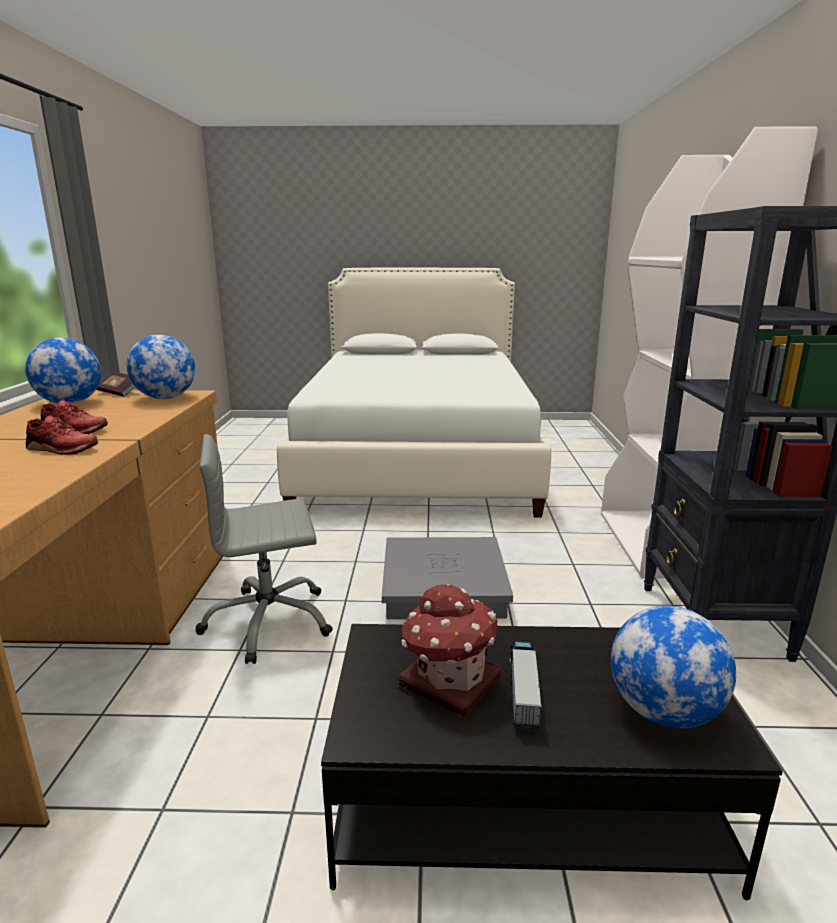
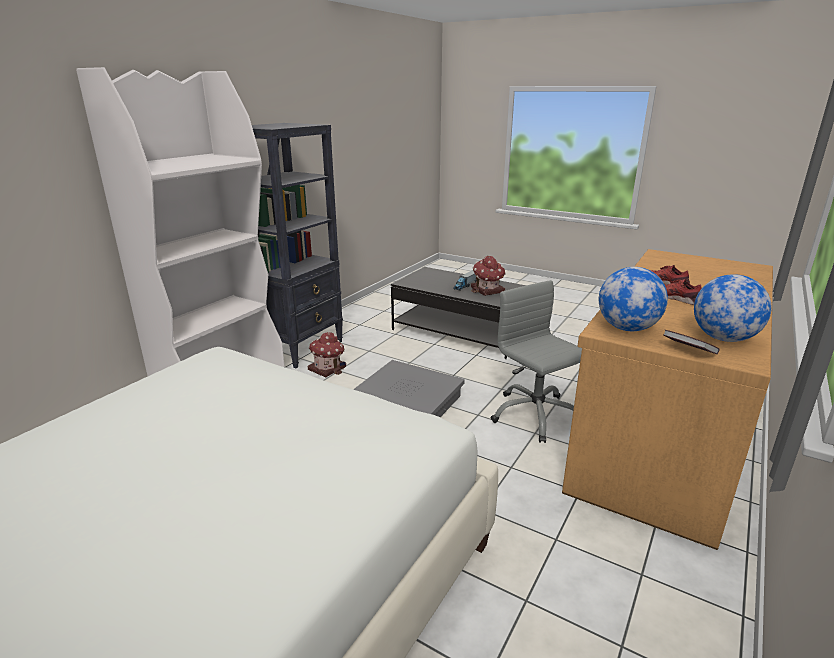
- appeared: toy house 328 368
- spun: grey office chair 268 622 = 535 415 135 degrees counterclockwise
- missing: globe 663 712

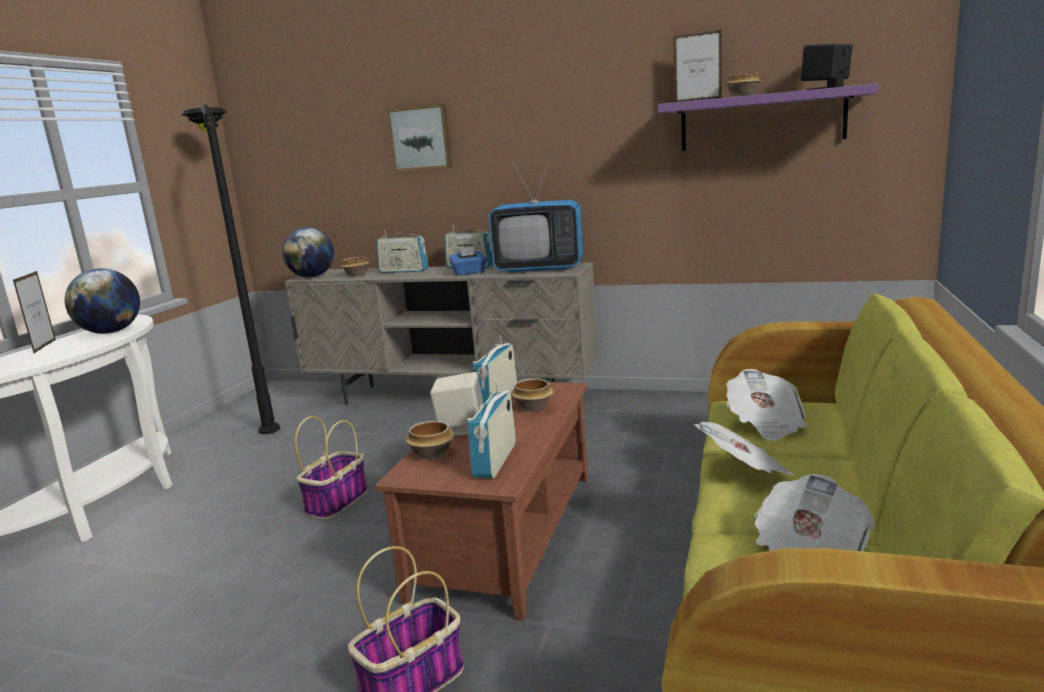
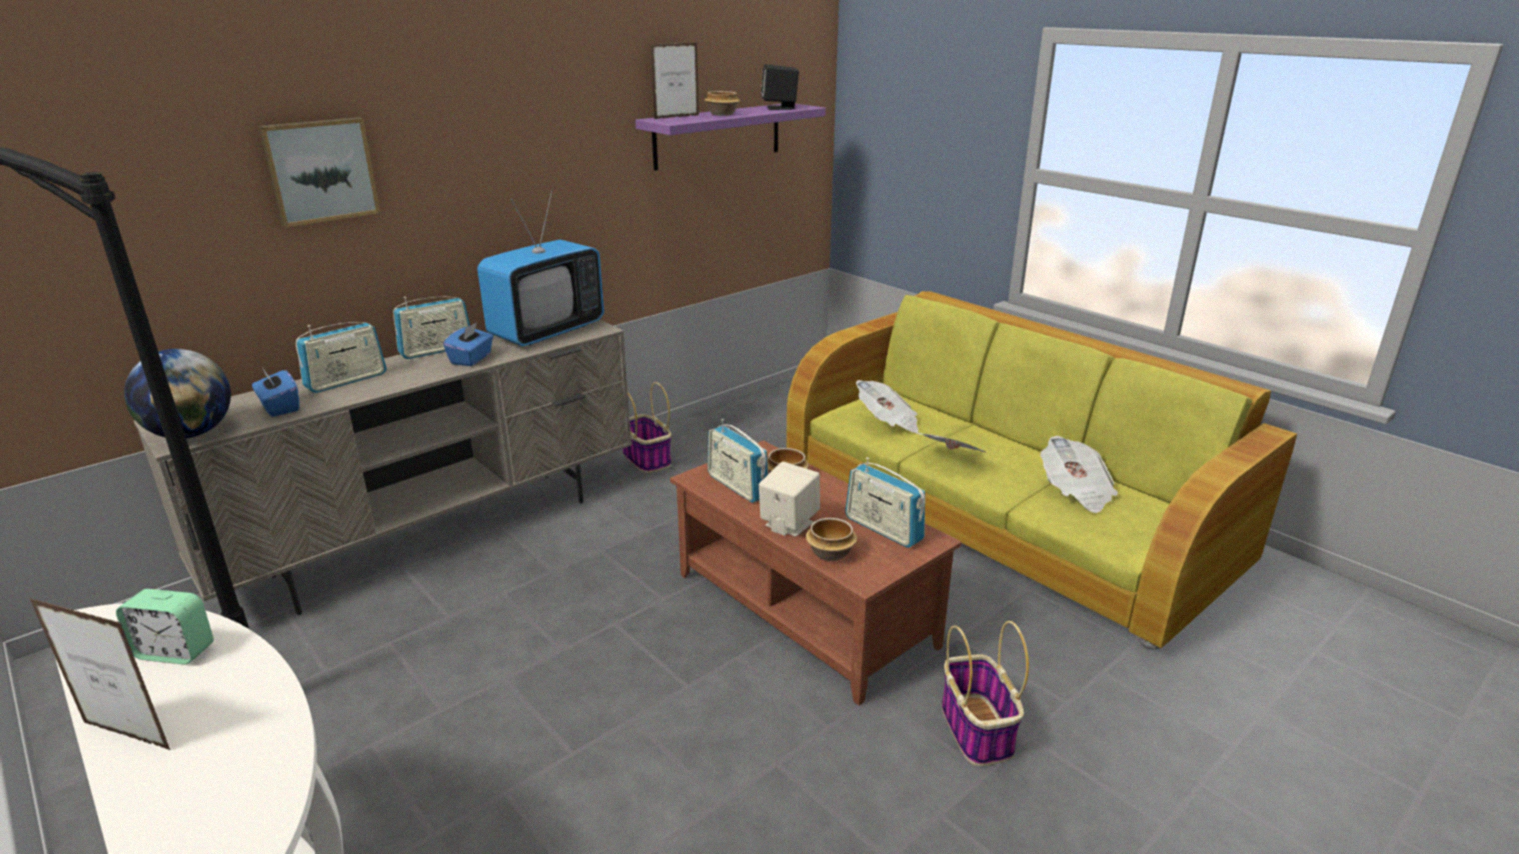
- exchanged: globe 111 332 to alarm clock 175 651
- exchanged: bowl 357 275 to blue tissue box 279 407
- relocated: basket 337 501 to 646 458

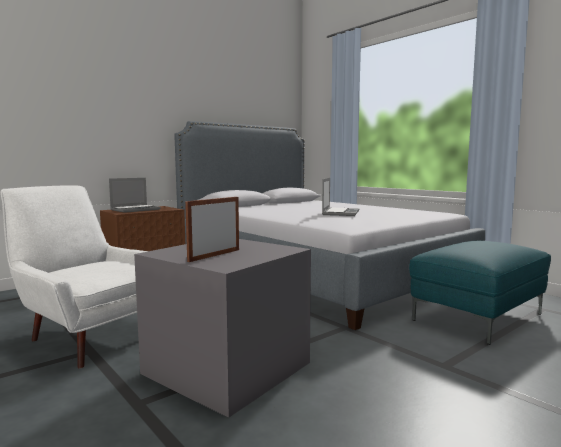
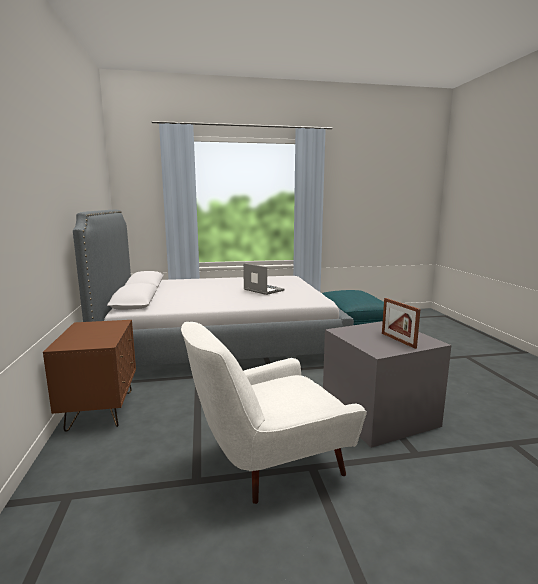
- missing: laptop 135 209

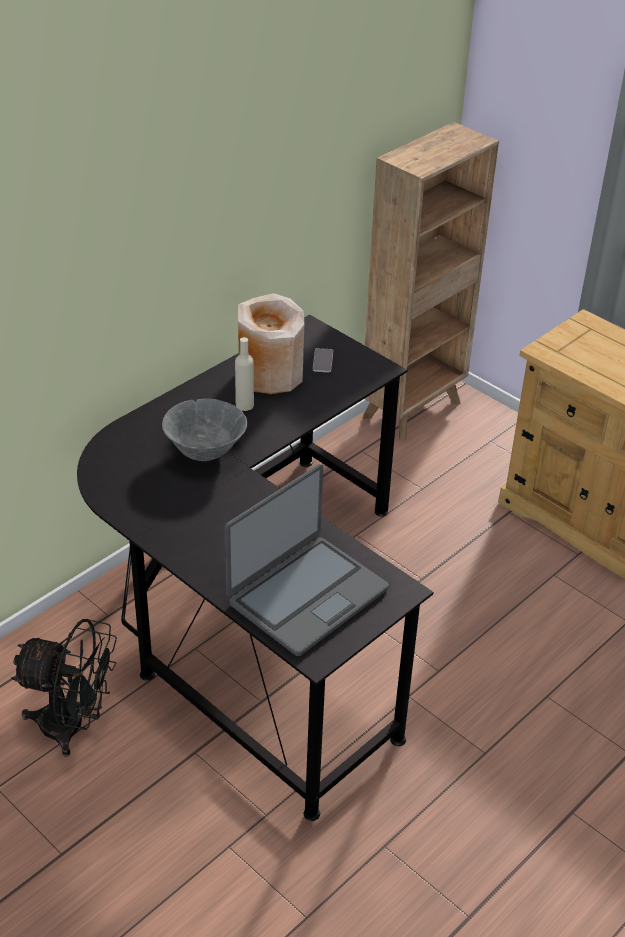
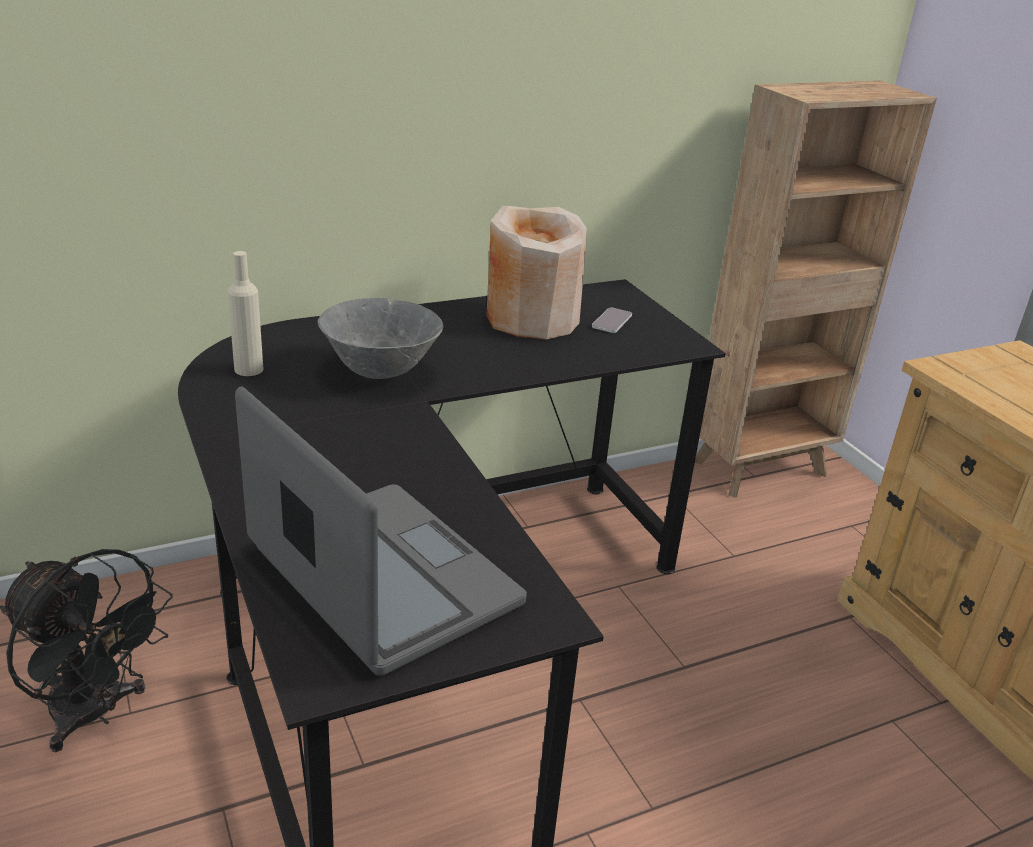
- relocated: beige bottle 244 405 to 249 369
- spun: laptop 306 595 = 381 578 105 degrees counterclockwise

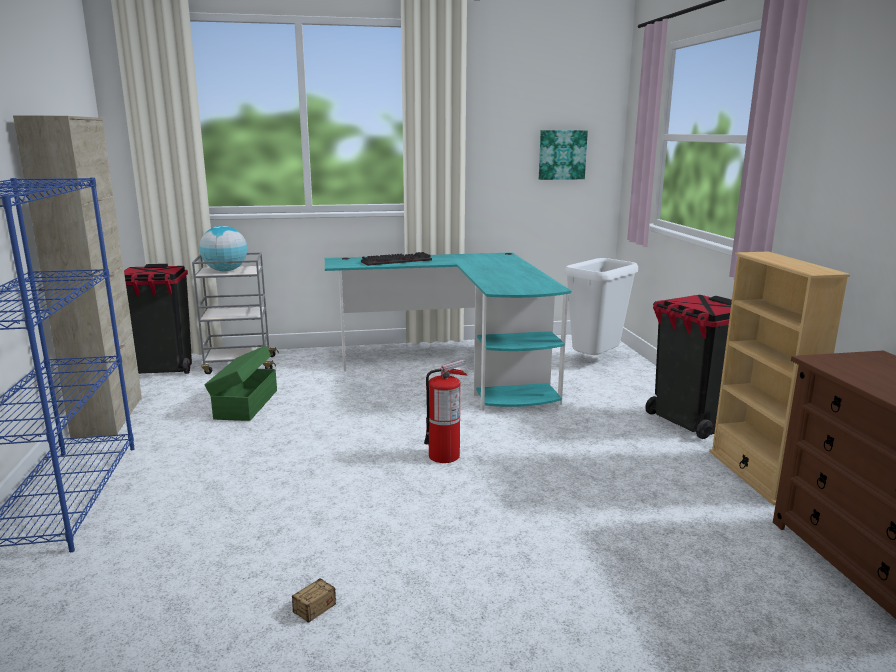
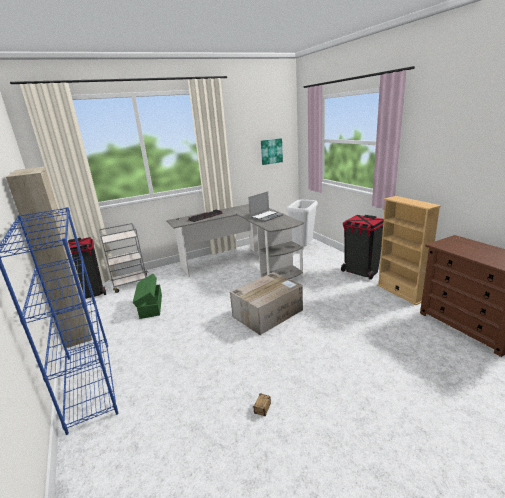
- colour: turquoise desk 460 369 to grey desk 245 264
- exchanged: fire extinguisher 444 456 to cardboard box 268 313
- appeared: laptop 266 216
- missing: globe 225 271

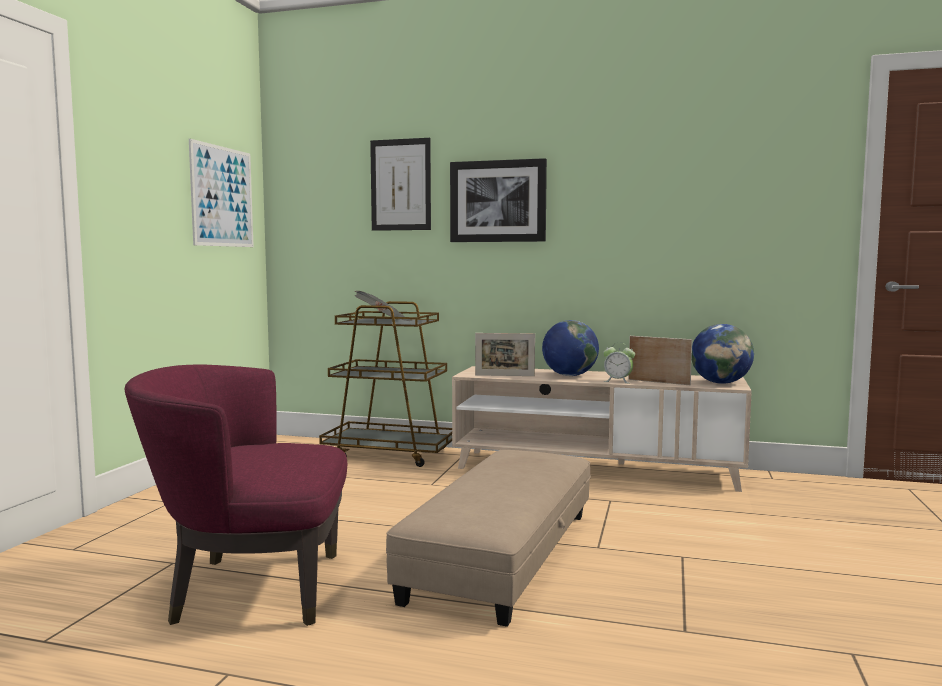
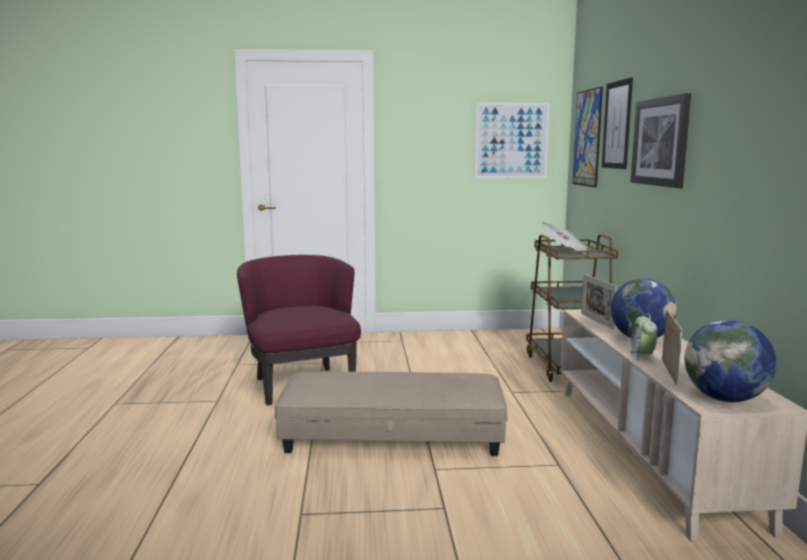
- appeared: picture 587 138

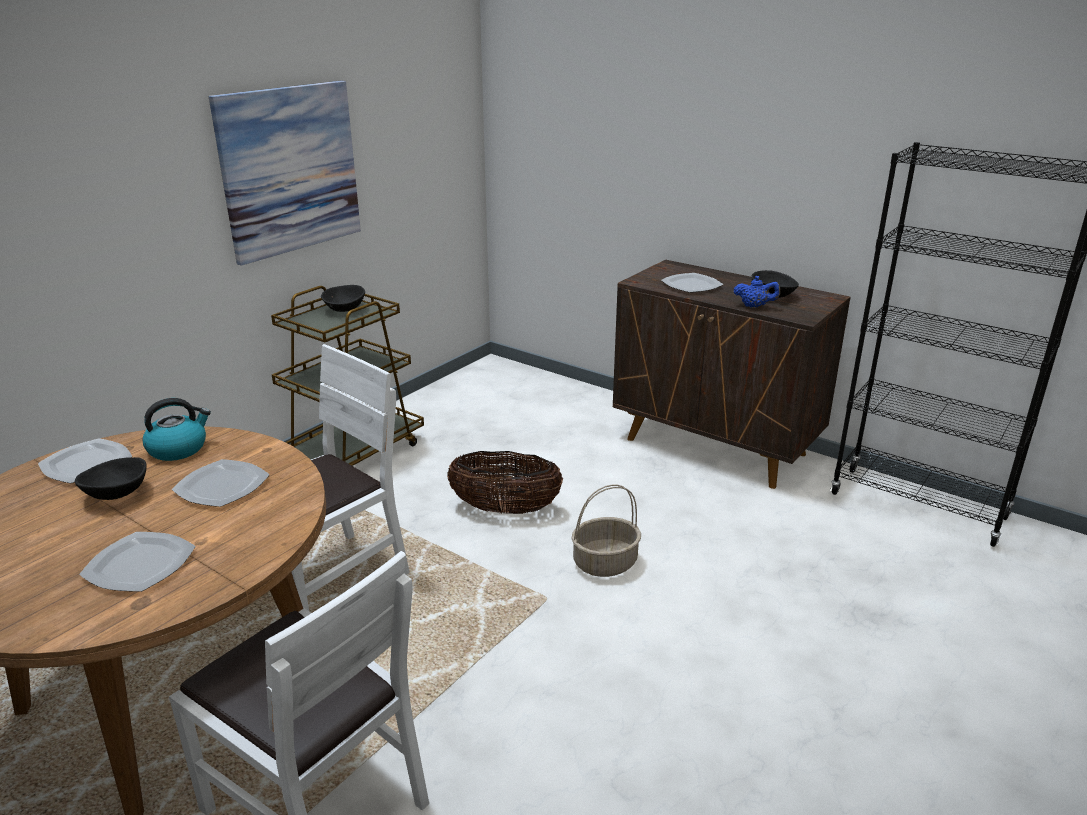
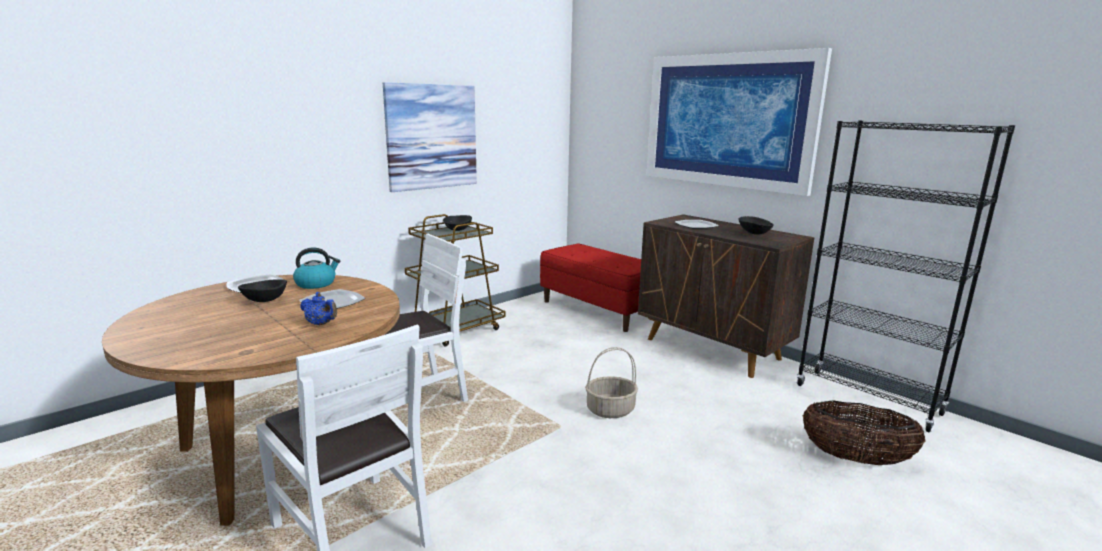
- relocated: blue teapot 754 306 to 321 324
- appeared: red bench 599 310
- appeared: picture 728 120
- relocated: basket 505 509 to 855 459
- missing: plate 139 564

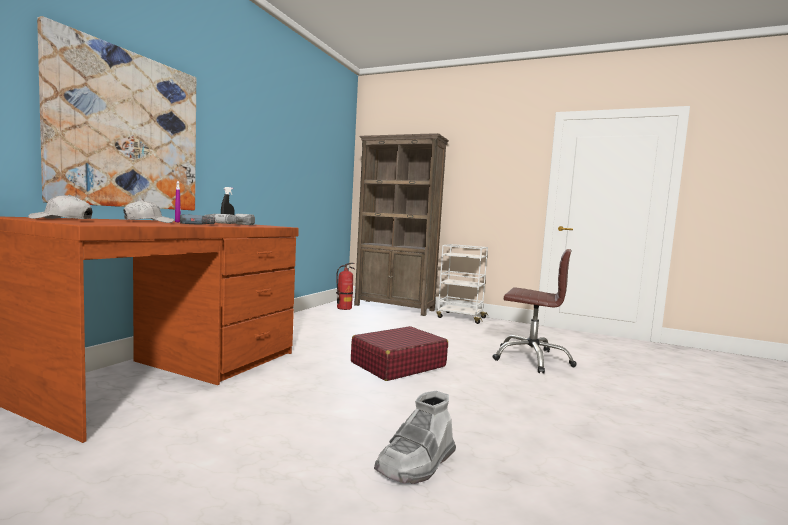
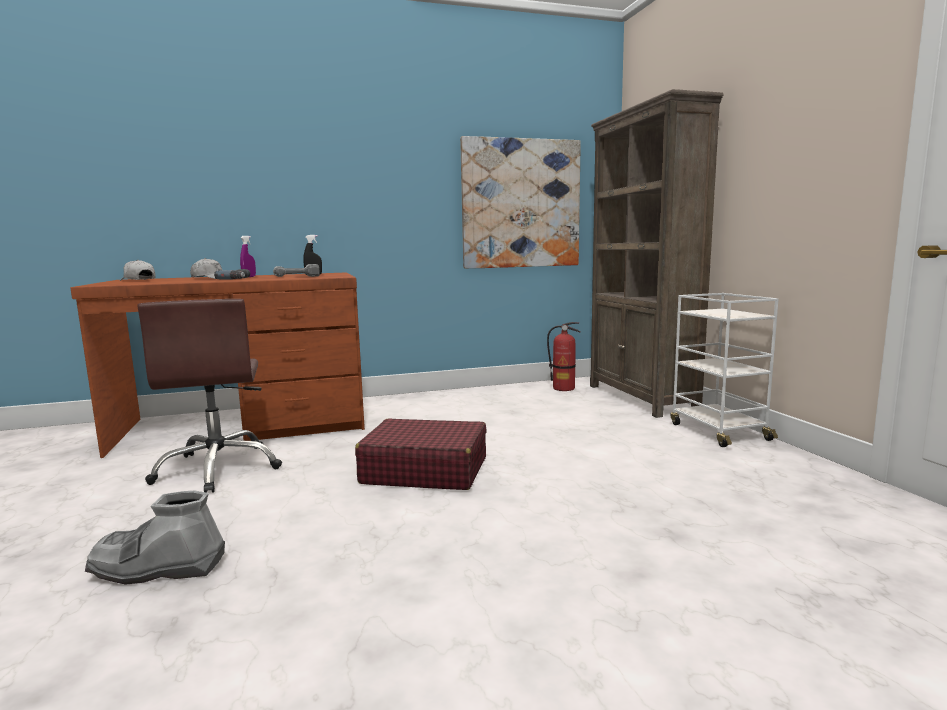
- relocated: brown office chair 531 359 to 219 468
- relocated: picture 128 131 to 521 204

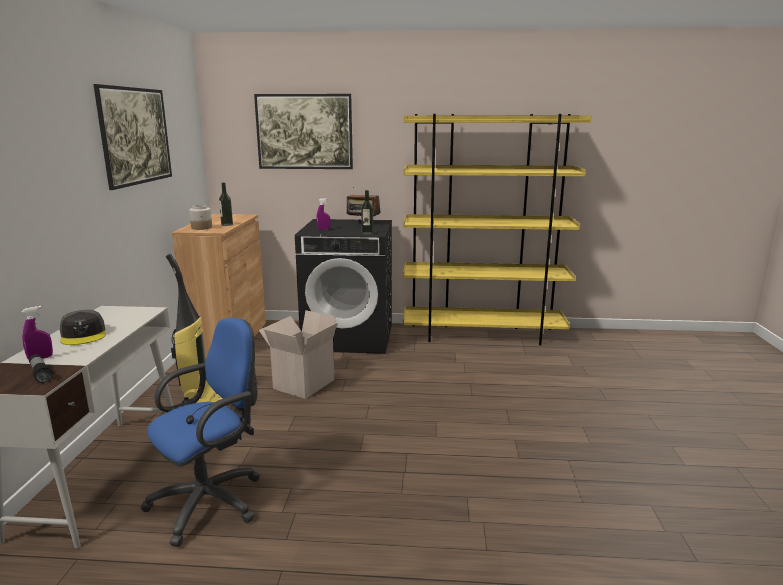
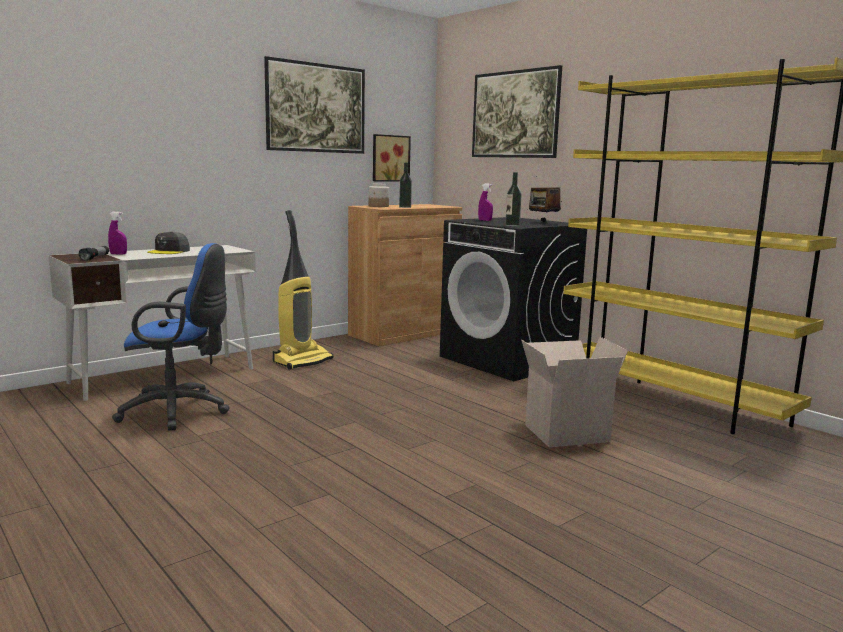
- appeared: picture 389 158
- relocated: cardboard box 303 383 to 566 432

